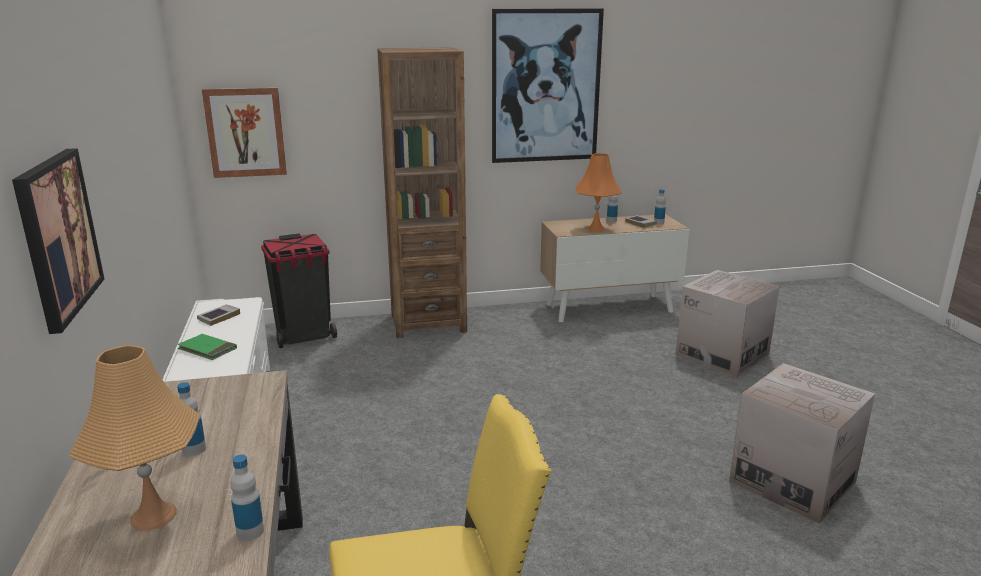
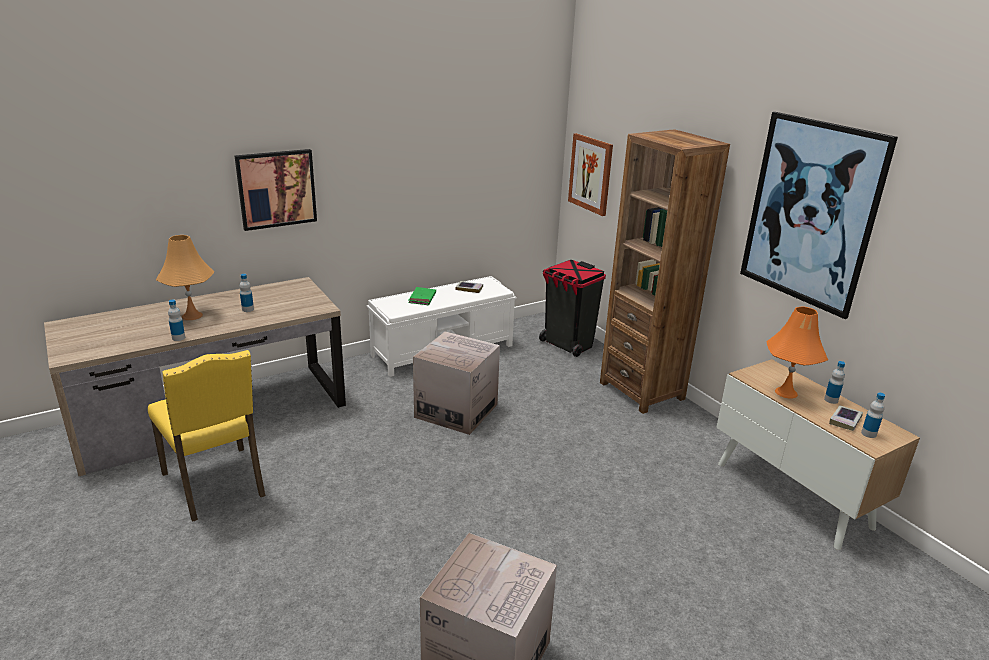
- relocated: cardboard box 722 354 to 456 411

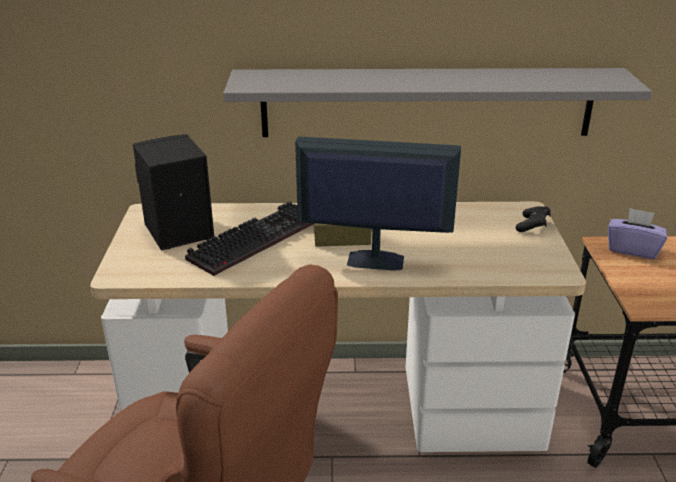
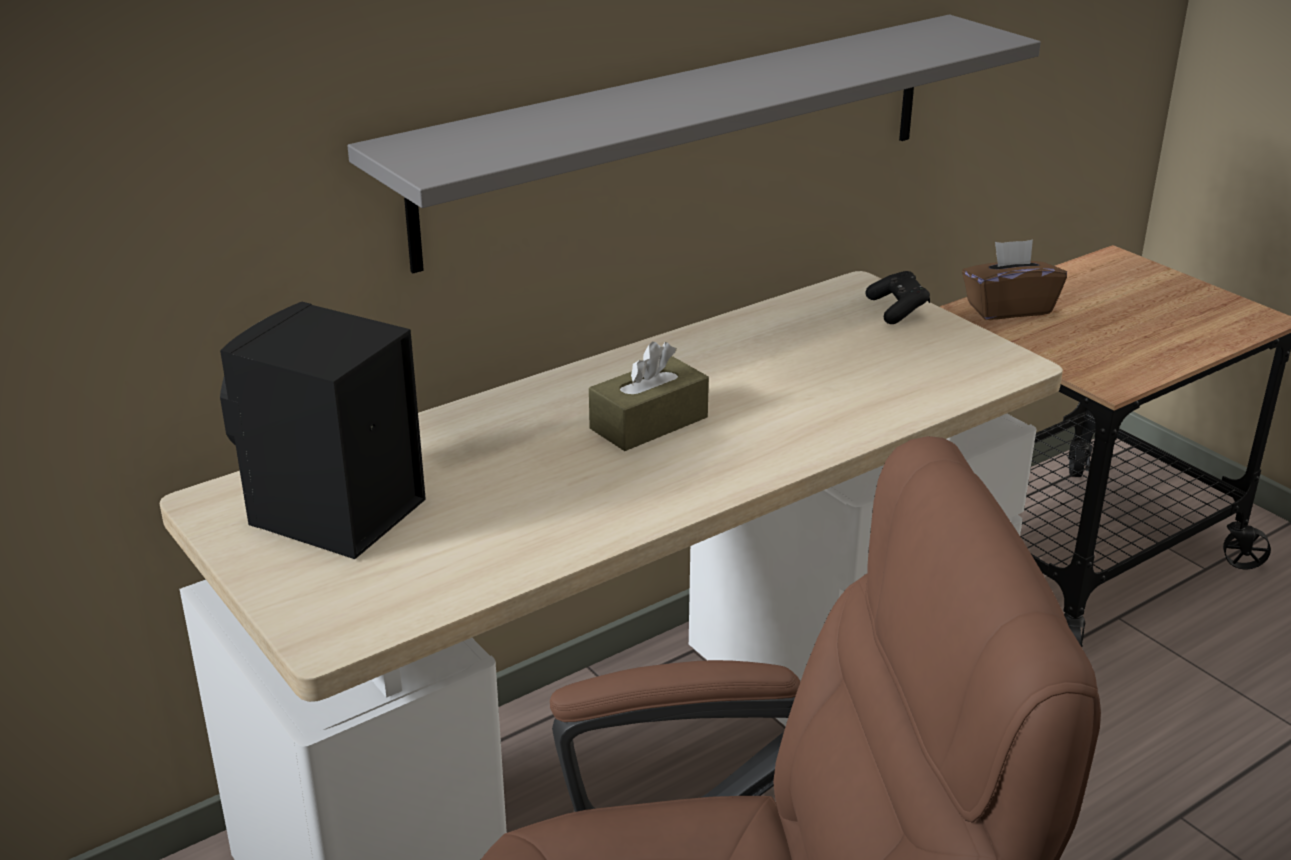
- colour: purple tissue box 632 249 to brown tissue box 1008 308
- missing: keyboard 254 238
- missing: monitor 374 260

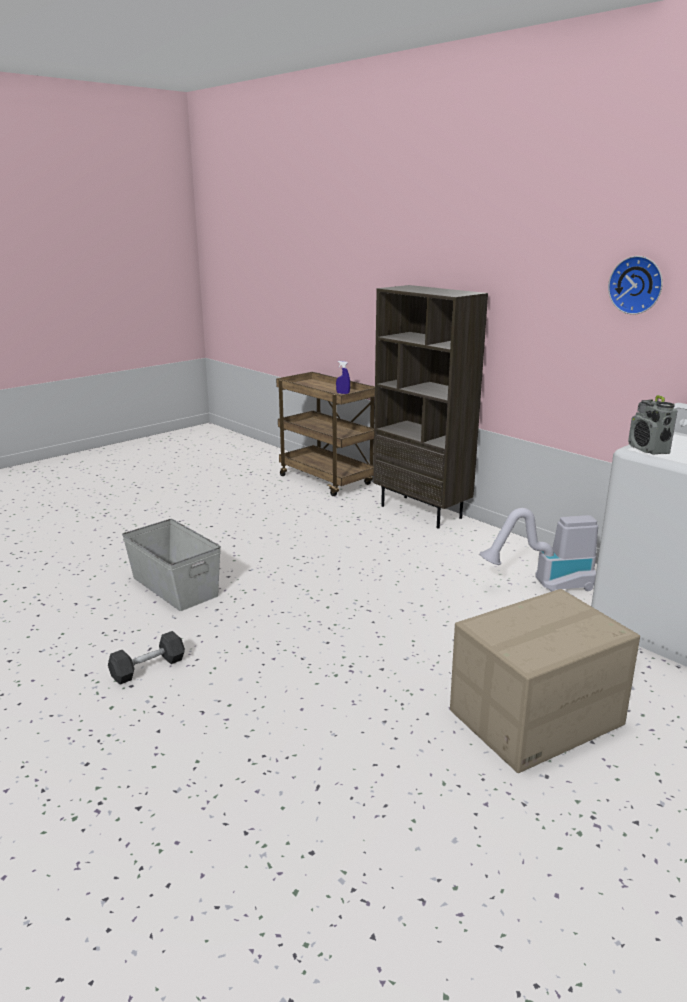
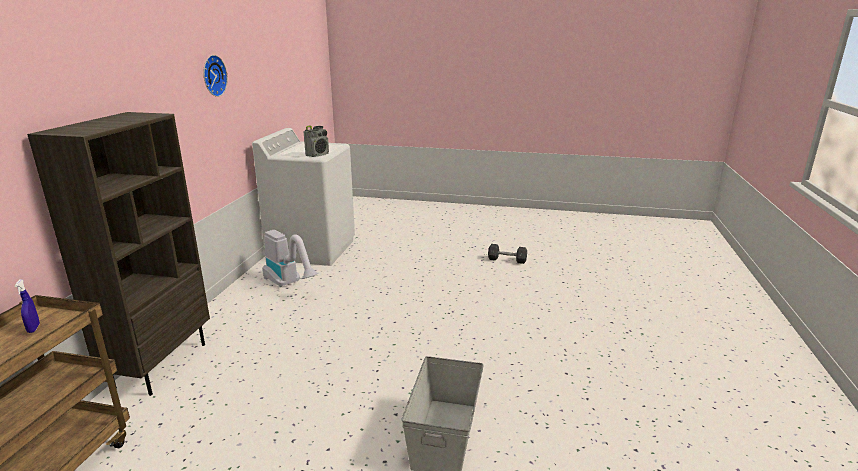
- relocated: grey dumbbell 148 668 to 507 260
- missing: cardboard box 536 718

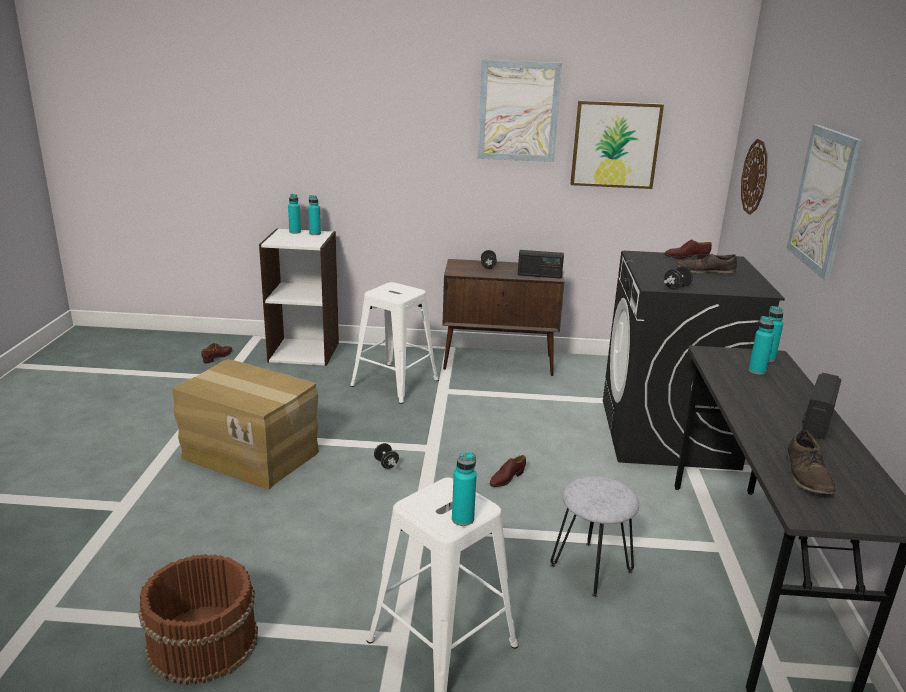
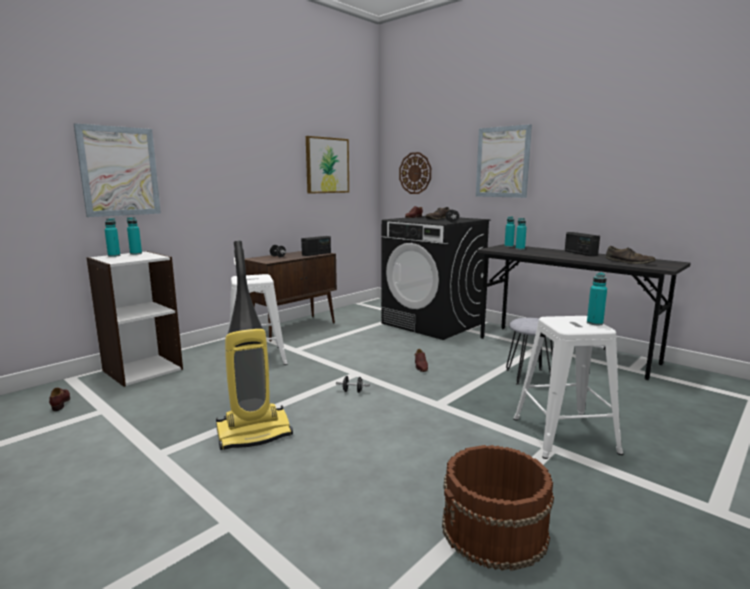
- relocated: picture 518 111 to 119 171
- exchanged: cardboard box 251 454 to vacuum cleaner 254 433

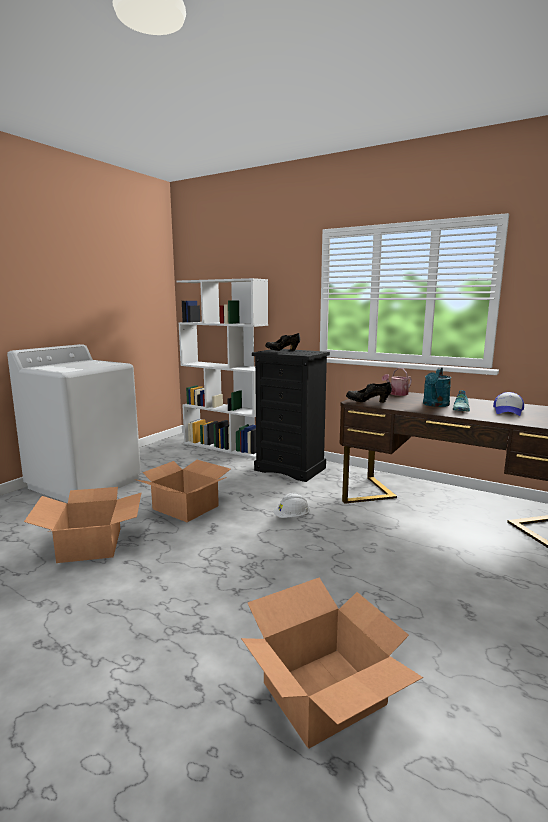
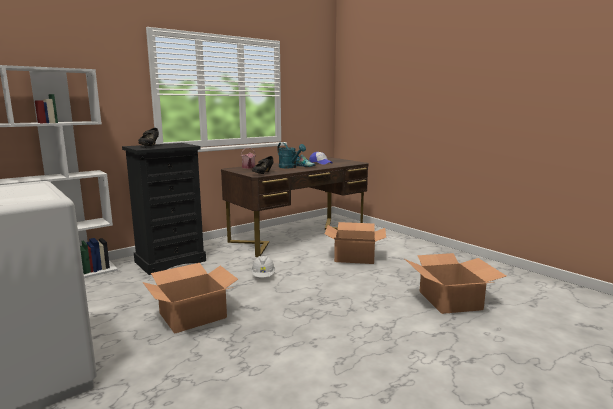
- relocated: cardboard box 91 544 to 354 256

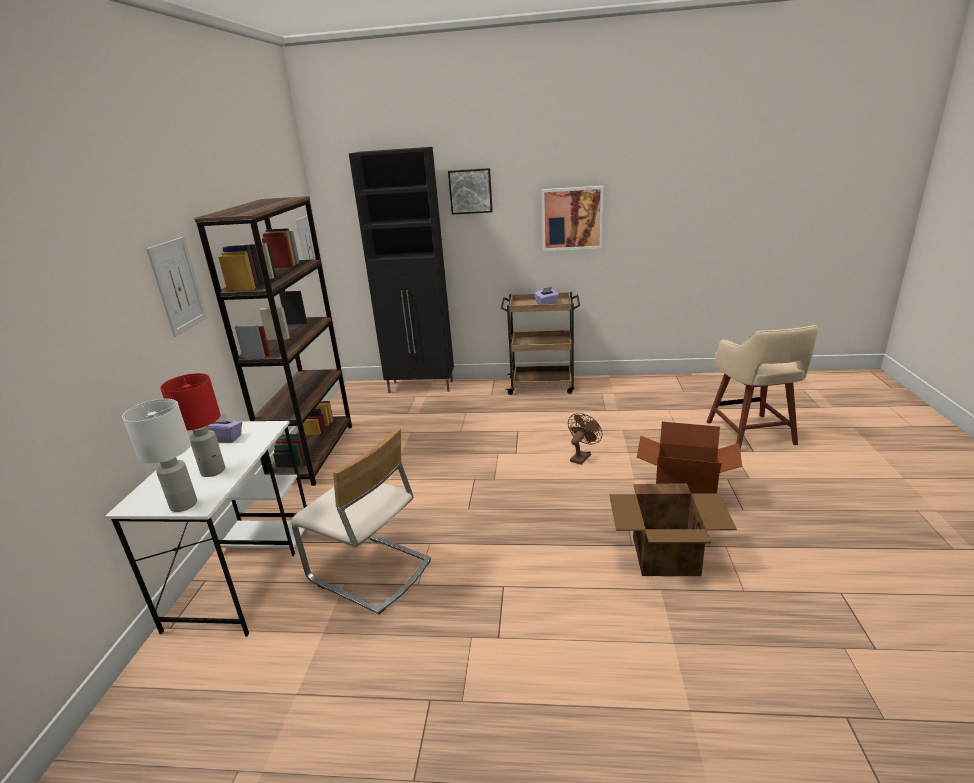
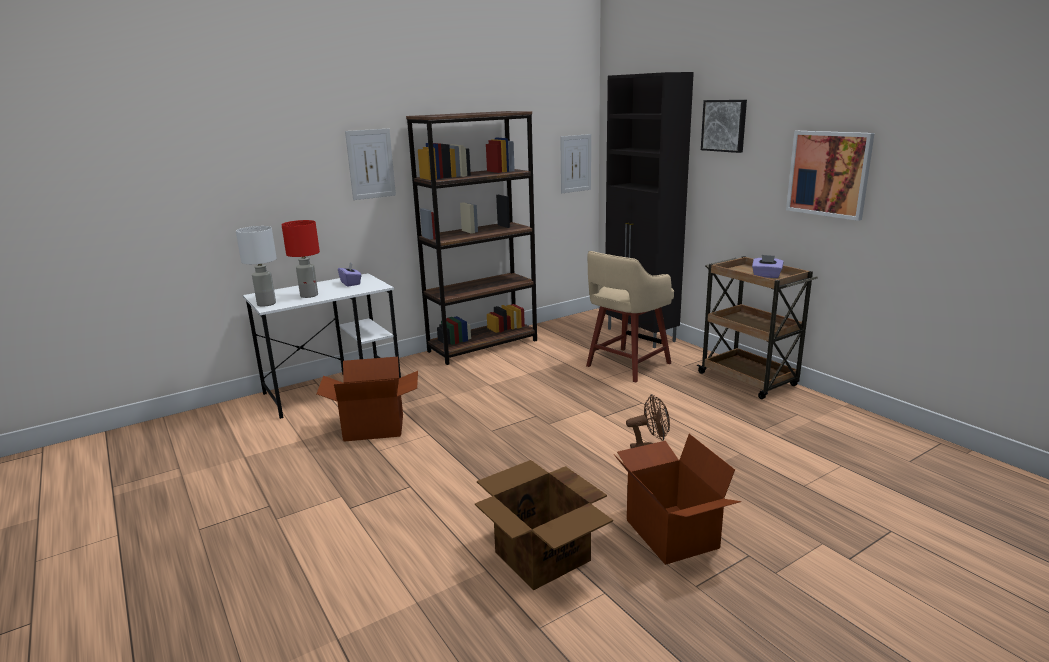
- exchanged: beige chair 369 571 to cardboard box 374 427
- relocated: beige stool 751 434 to 626 365

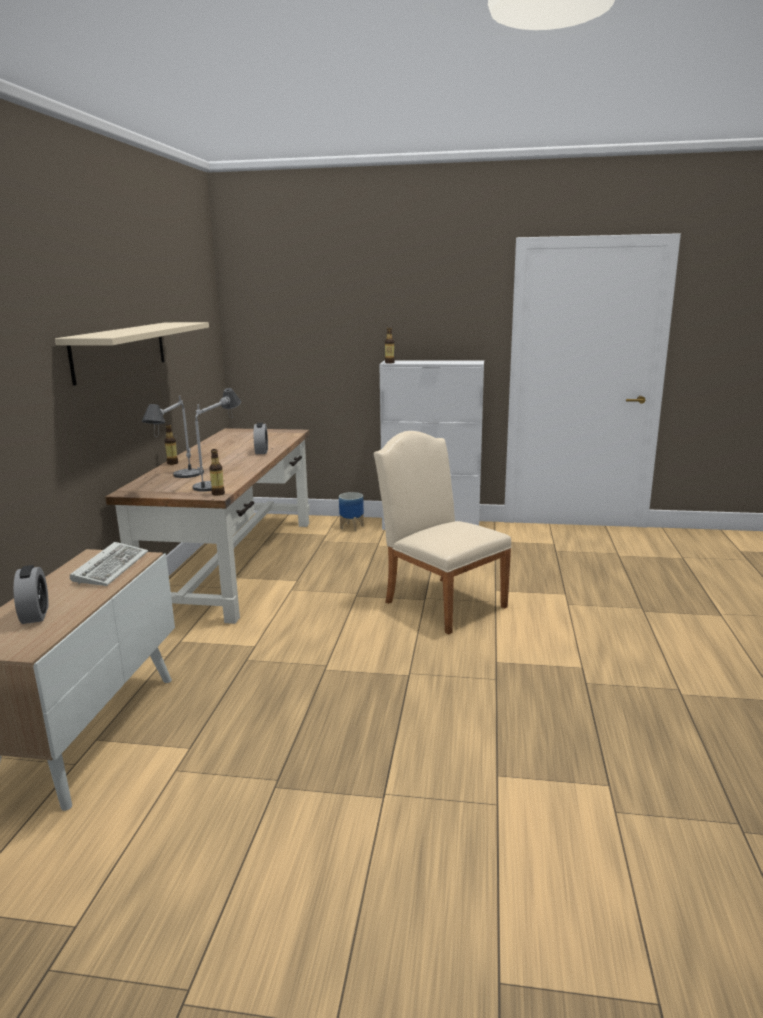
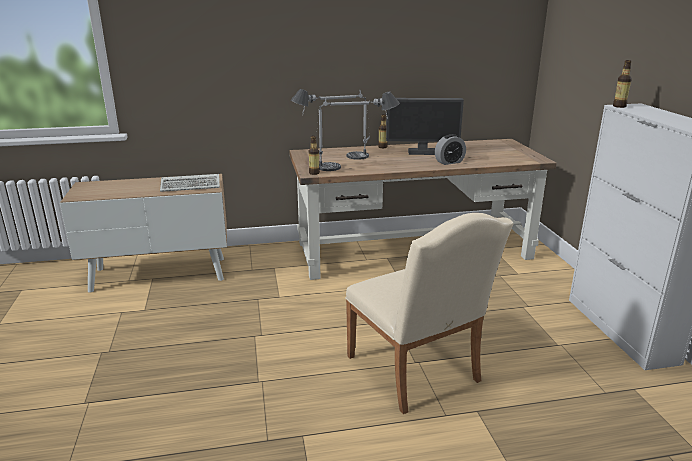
- spun: beige chair 440 601 = 417 373 120 degrees clockwise
- appeared: monitor 422 153
- missing: alarm clock 35 615
- missing: beige shelf 120 350
- missing: planter 352 527

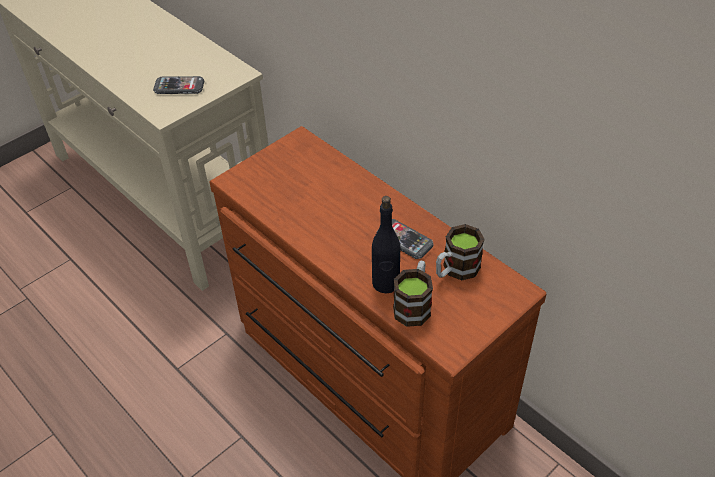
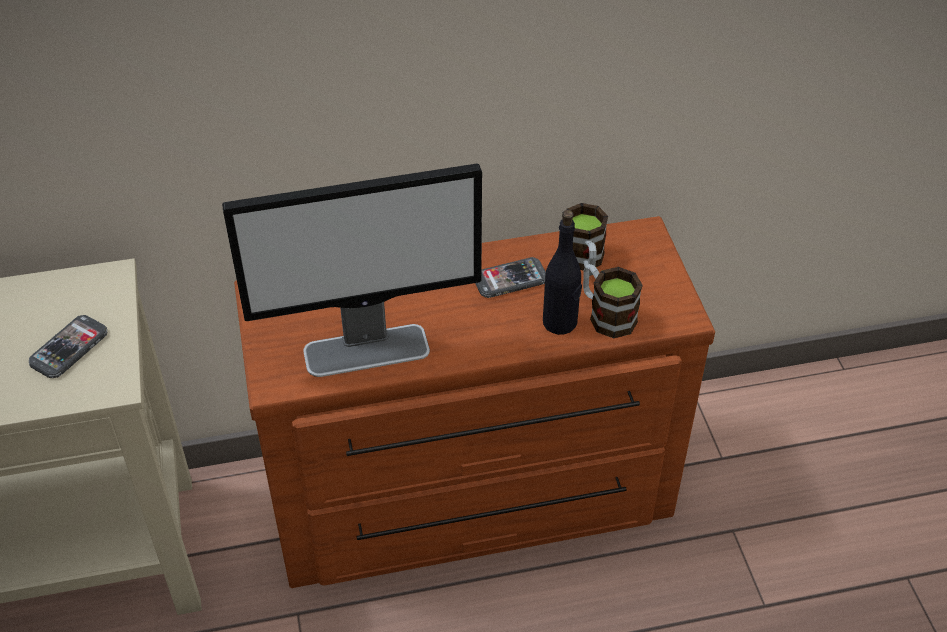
- appeared: monitor 368 350

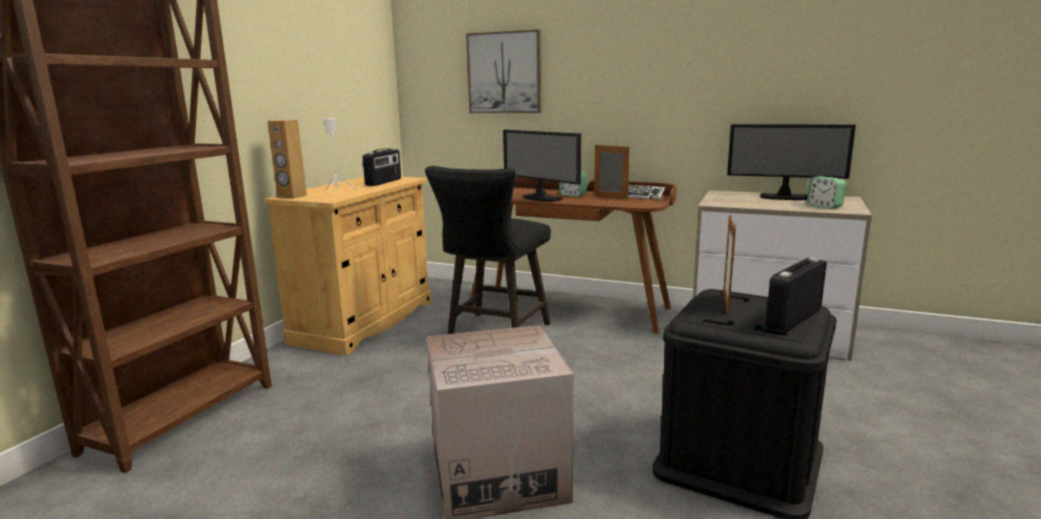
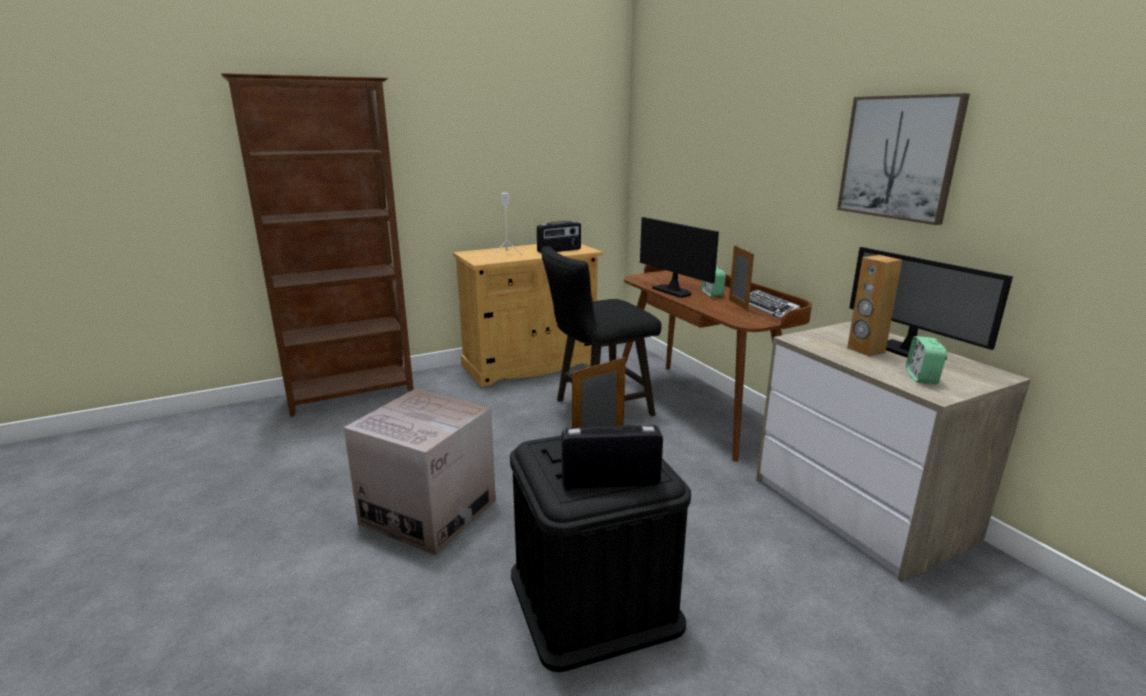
- spun: monitor 540 198 = 673 291 150 degrees clockwise
- relocated: picture 504 73 to 899 157
- relocated: brown speaker 291 196 to 865 350

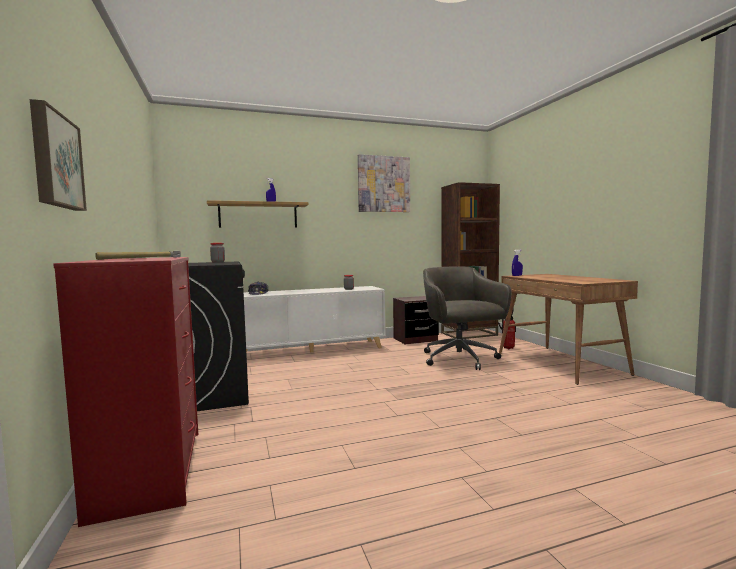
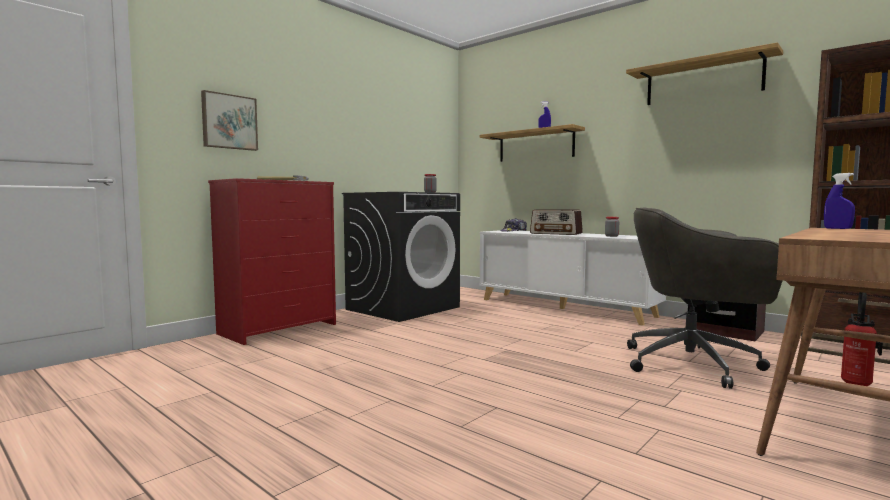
- appeared: radio 556 233
- exchanged: picture 384 184 to shelf 703 81
- spun: grey office chair 460 359 = 695 364 120 degrees counterclockwise

